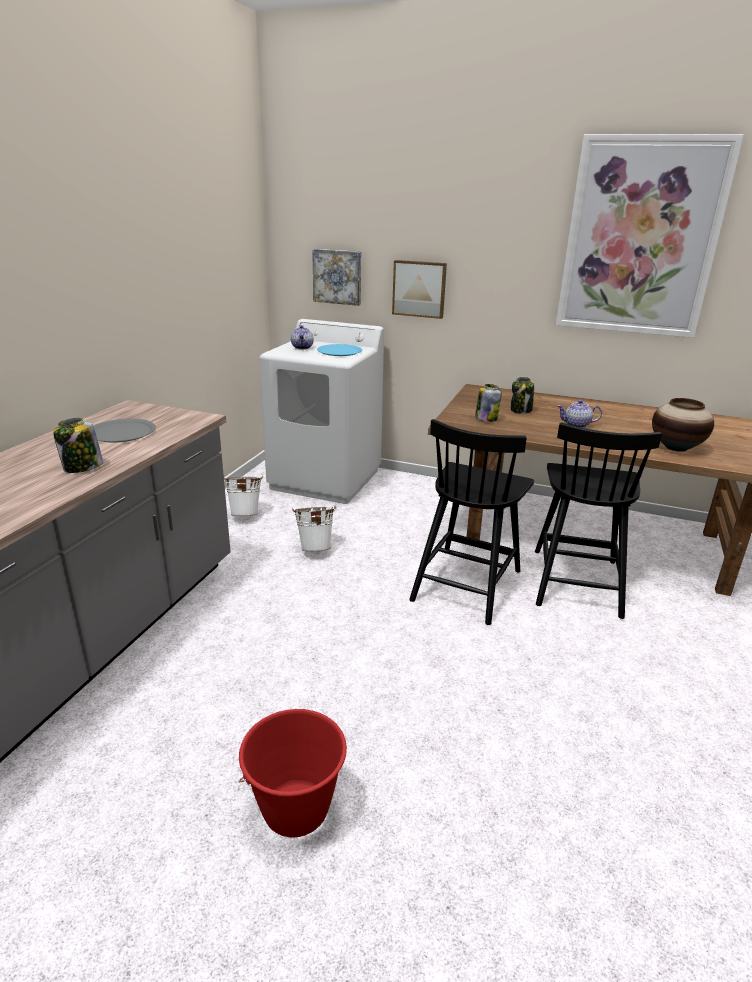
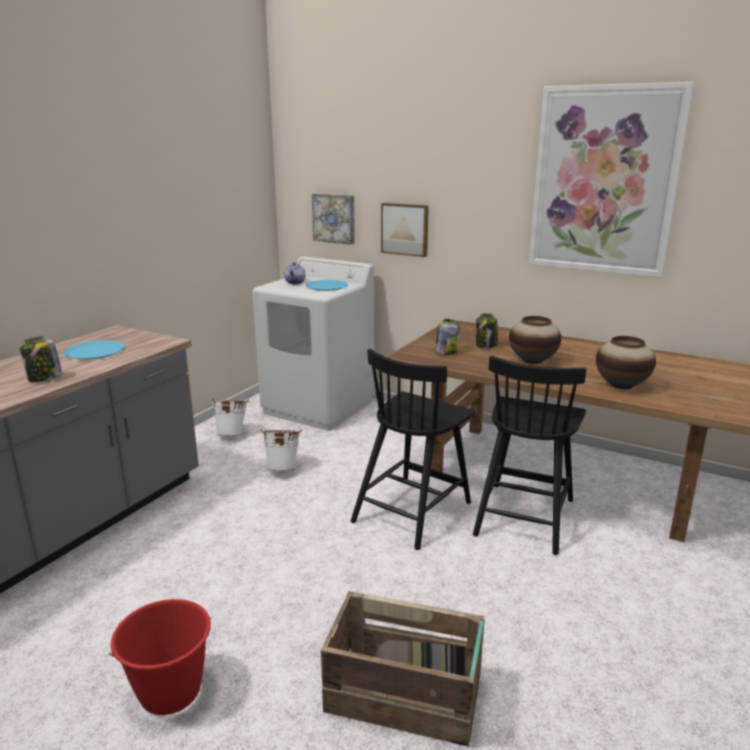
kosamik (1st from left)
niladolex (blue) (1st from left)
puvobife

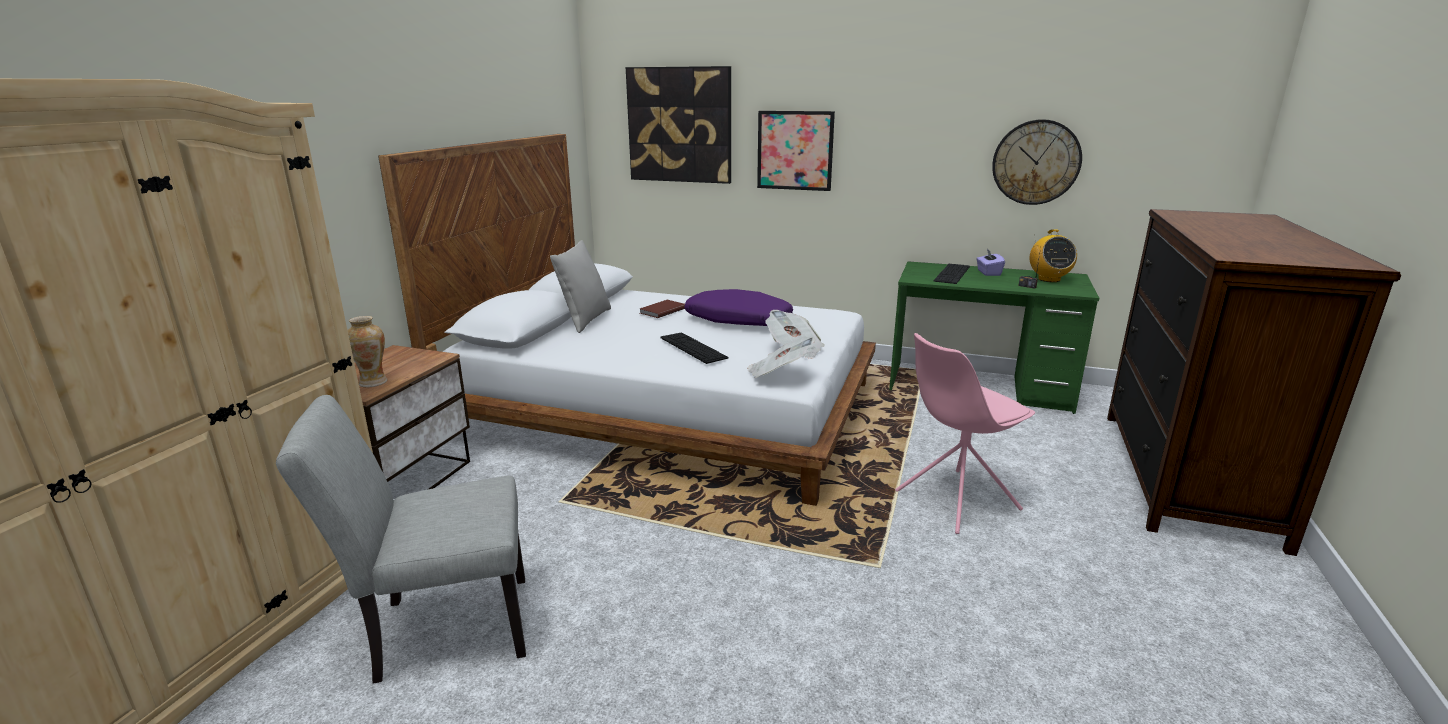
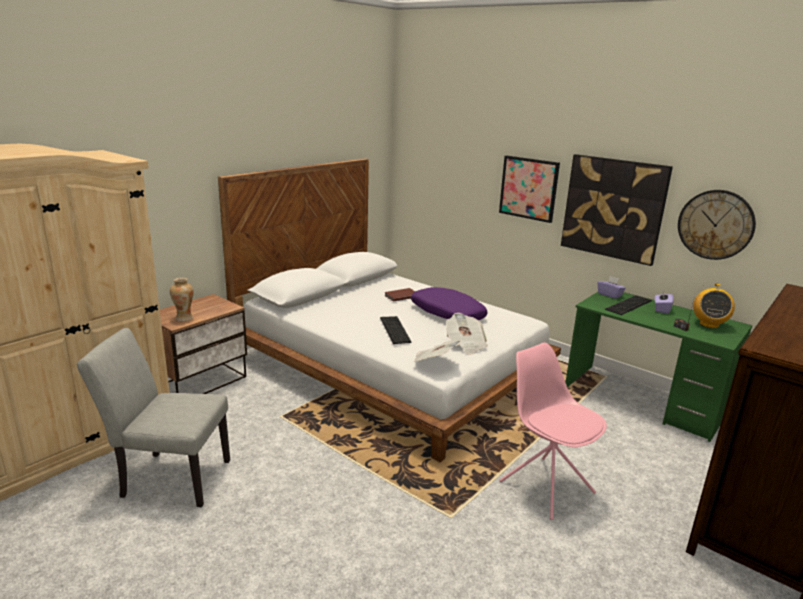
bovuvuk (2nd from left)
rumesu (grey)
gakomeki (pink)
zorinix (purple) (1st from left)

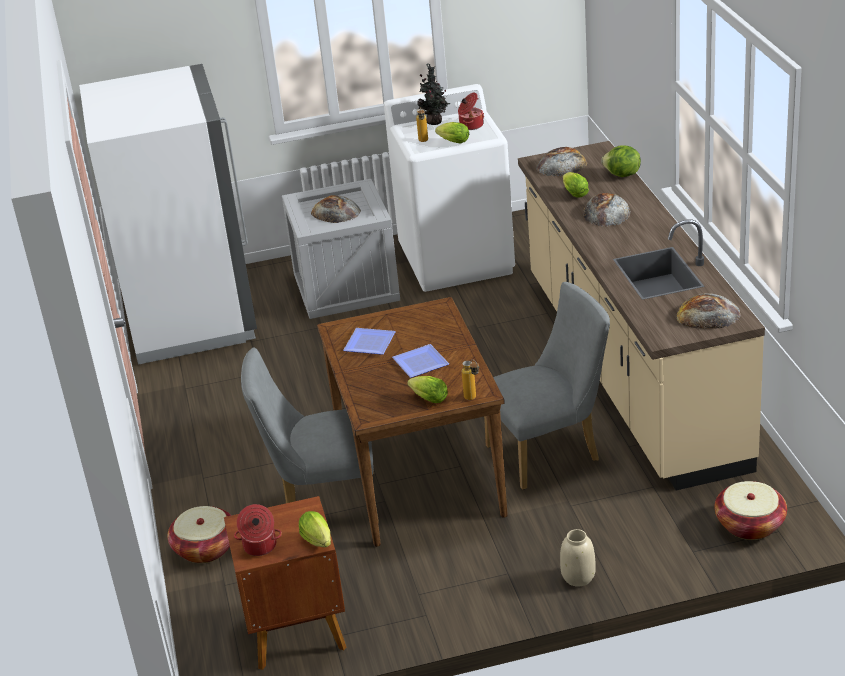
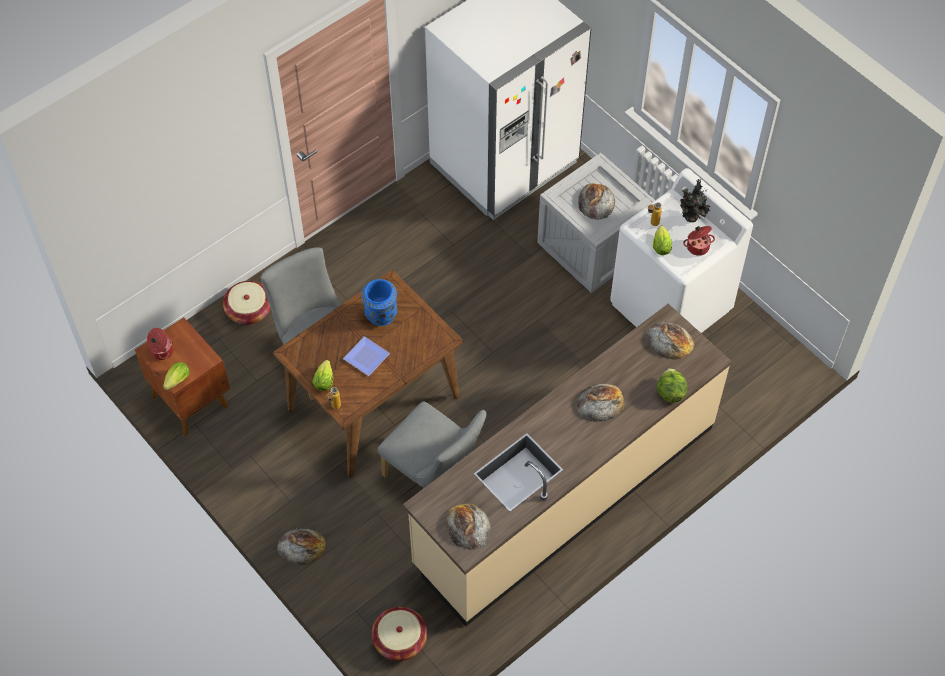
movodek (4th from left in the first image)
kosamik (blue)
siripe (1st from left)

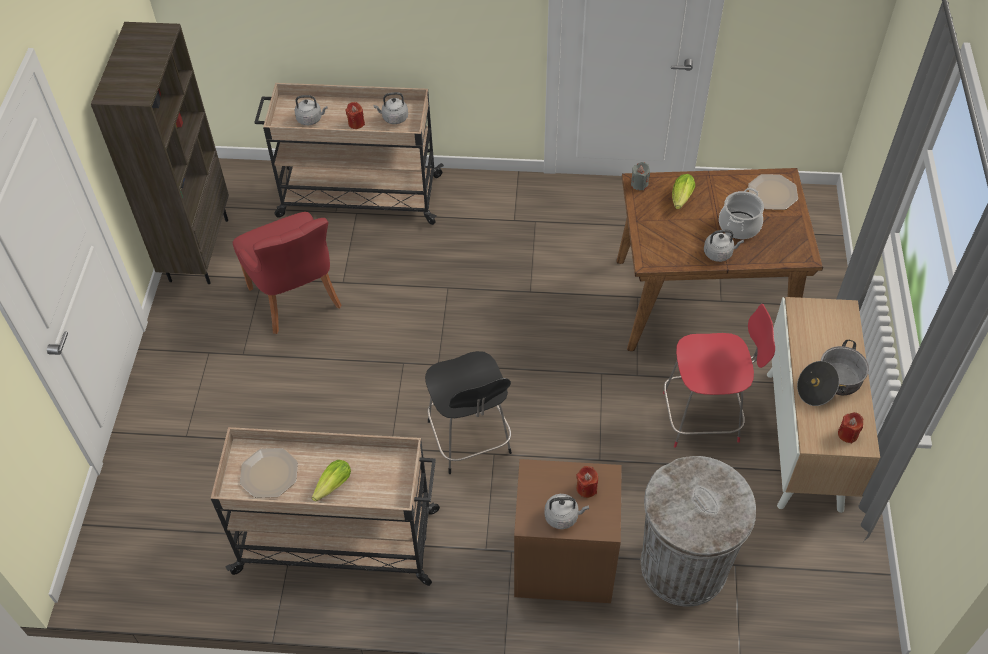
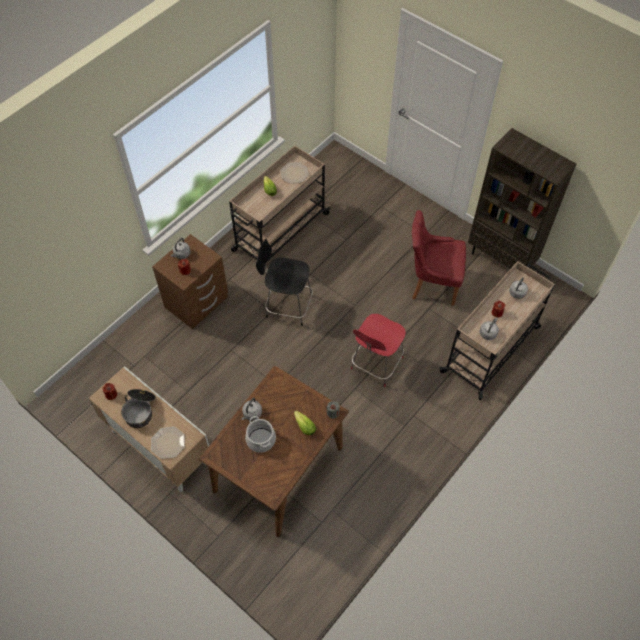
niladolex (1st from left)
gakomeki (red) (1st from left)
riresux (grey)

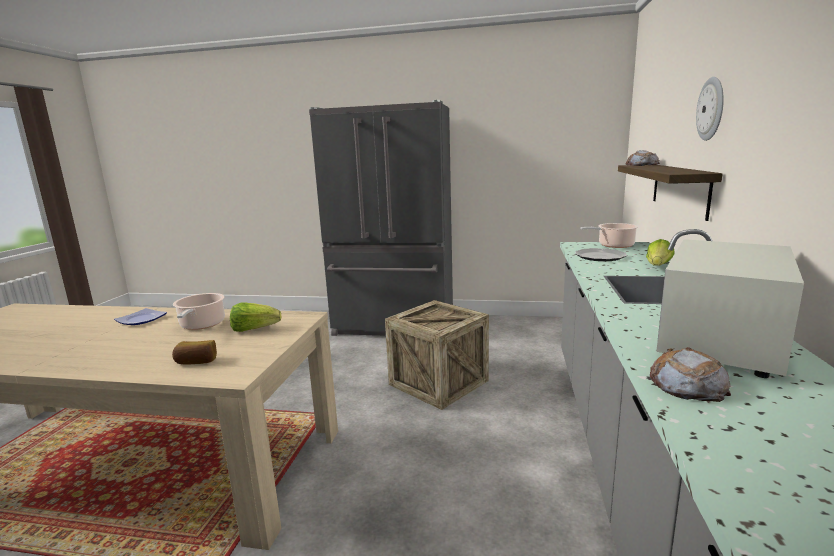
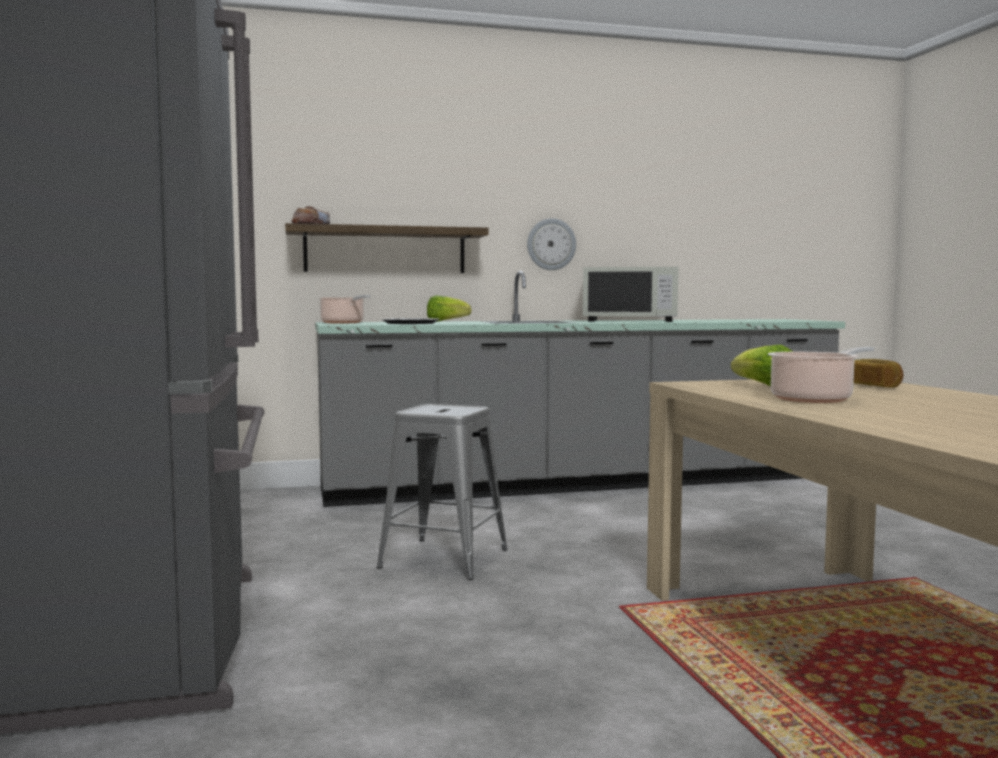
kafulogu
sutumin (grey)
niladolex (1st from left in the first image)
siripe (3rd from left in the first image)

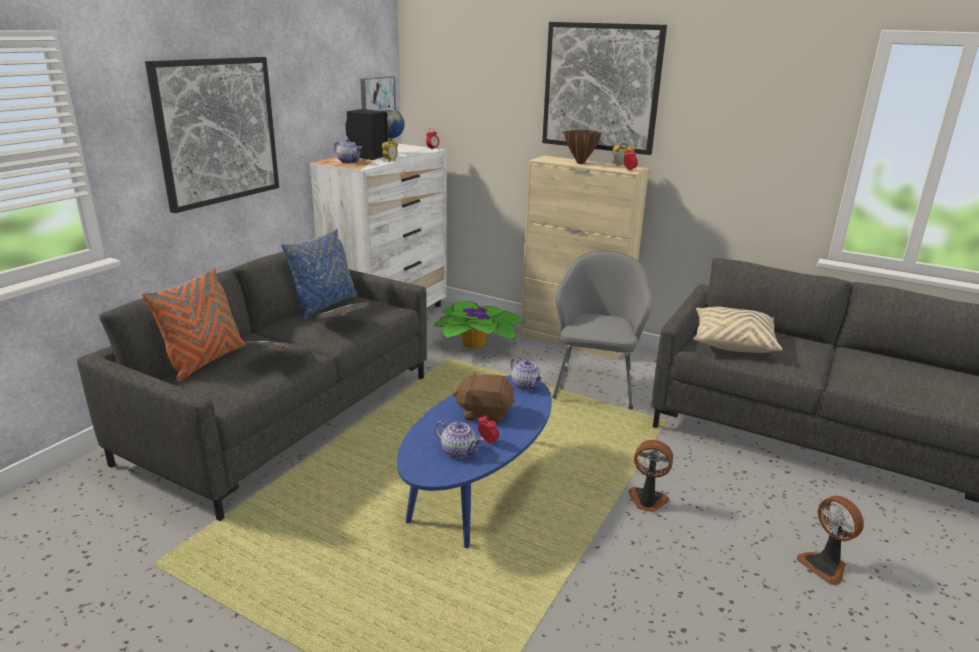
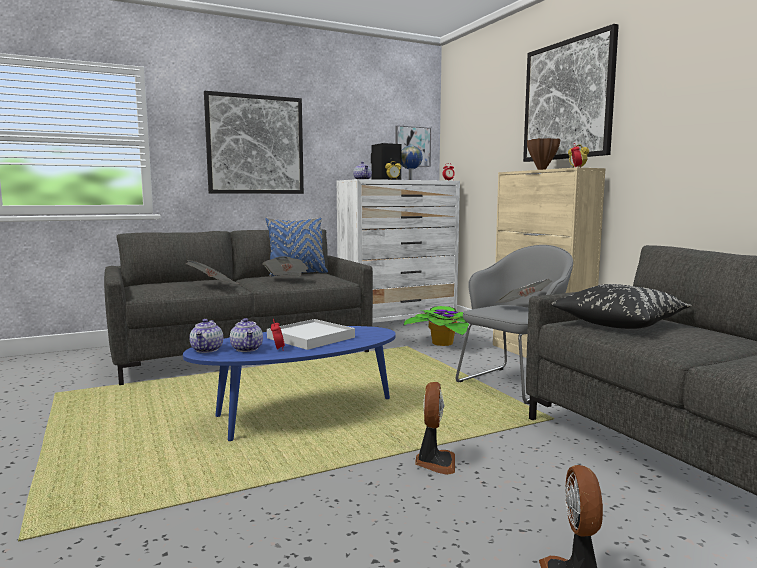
rumesu (orange)
rumesu (black)
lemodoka (1st from left)
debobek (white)
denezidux (1st from left)
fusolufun (3rd from left)

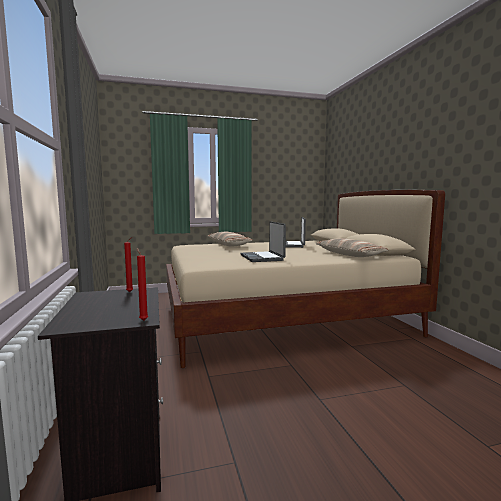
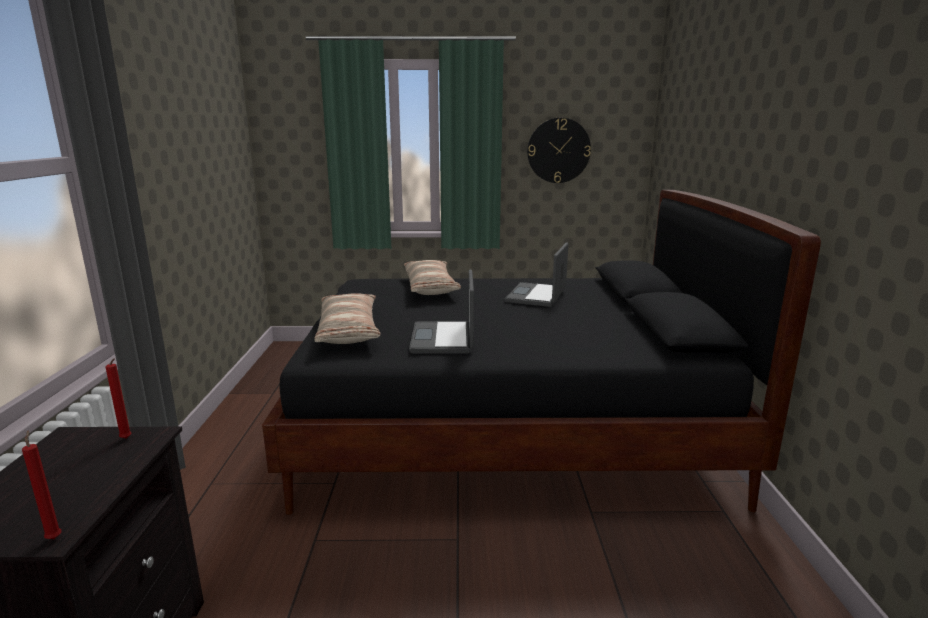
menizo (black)
rumesu (1st from left)
kafulogu

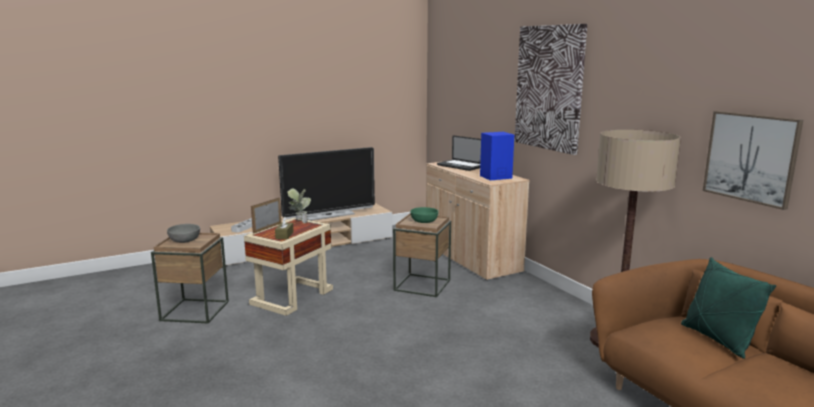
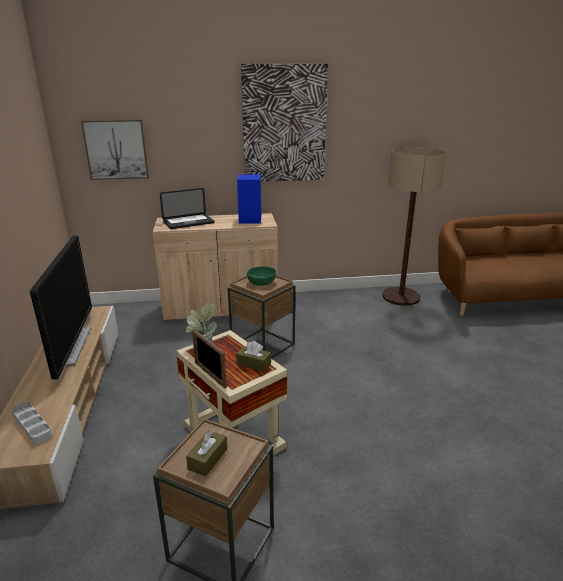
bovuvuk (1st from left)
zorinix (brown) (1st from left)
rumesu (green)

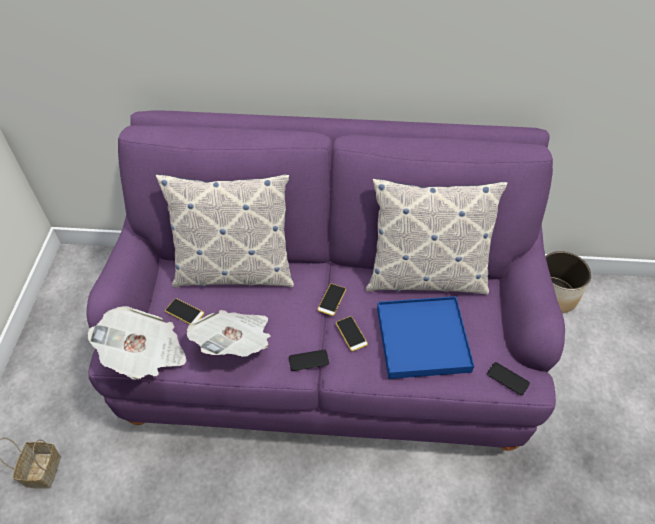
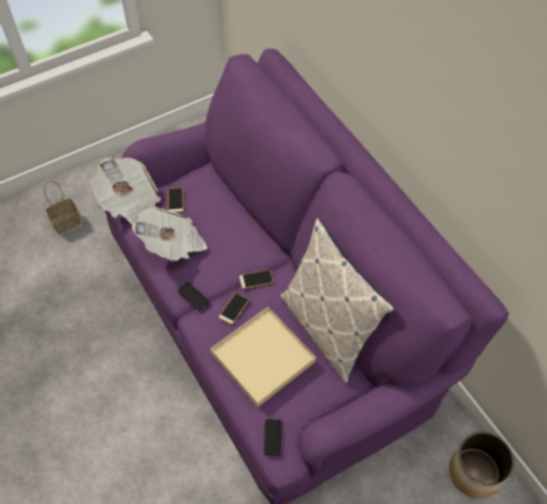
rumesu (1st from left in the first image)
debobek (beige)

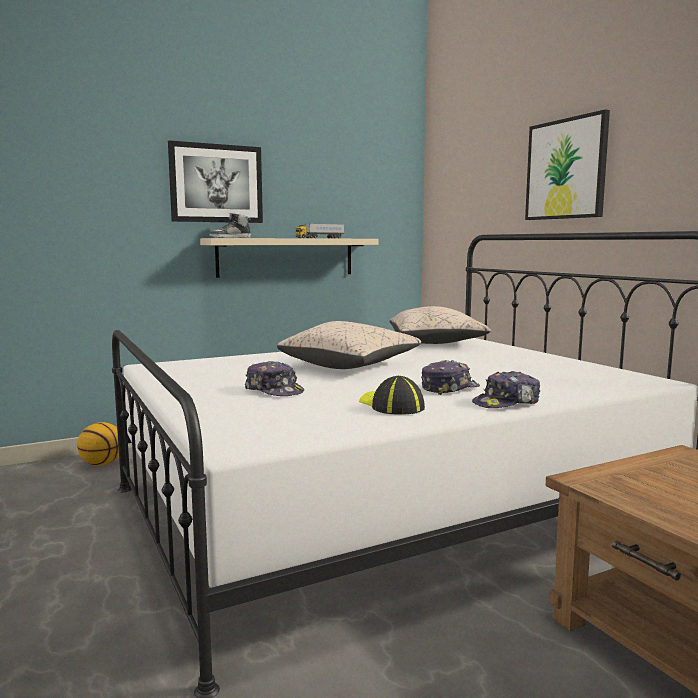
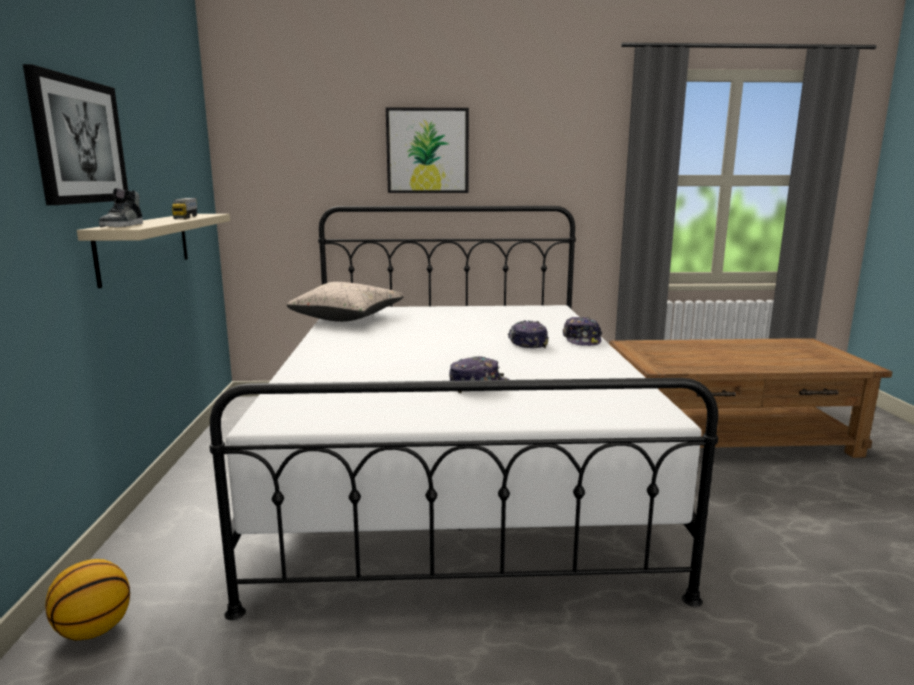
rumesu (beige) (1st from left in the first image)
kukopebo (2nd from left in the first image)

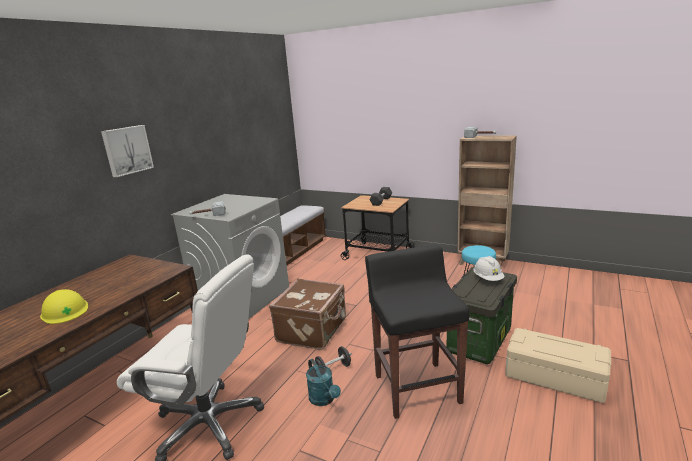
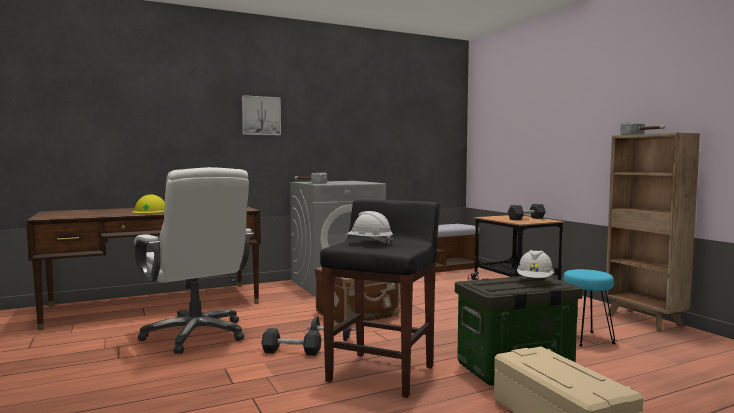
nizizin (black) (1st from left)
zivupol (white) (1st from left)

